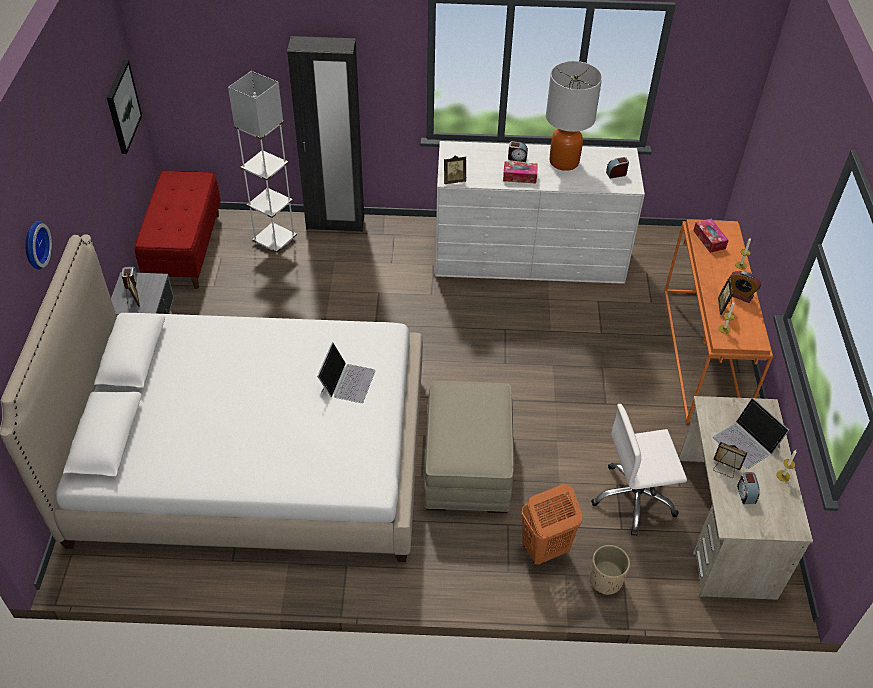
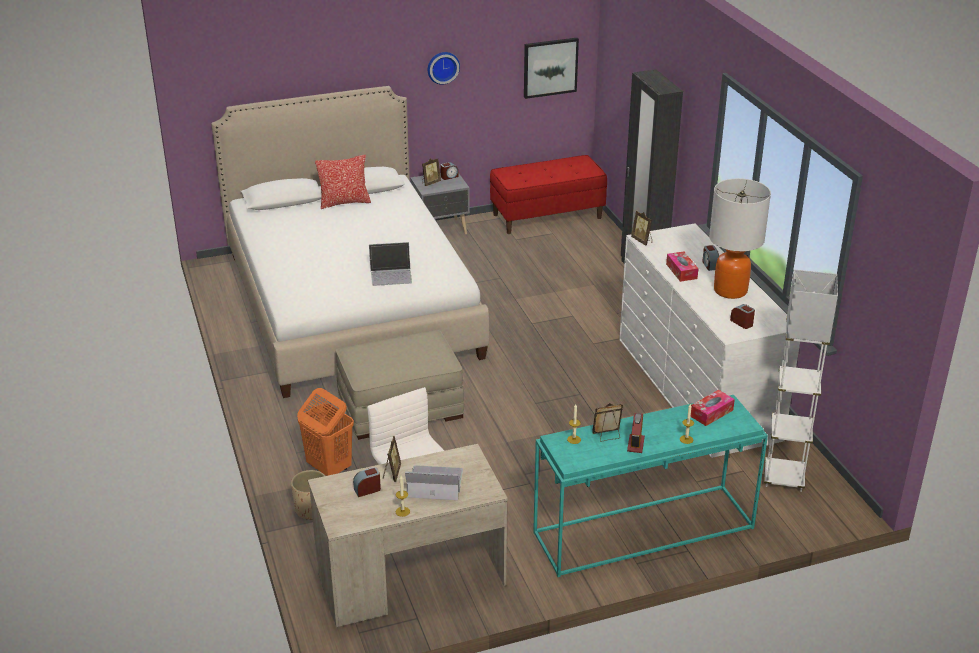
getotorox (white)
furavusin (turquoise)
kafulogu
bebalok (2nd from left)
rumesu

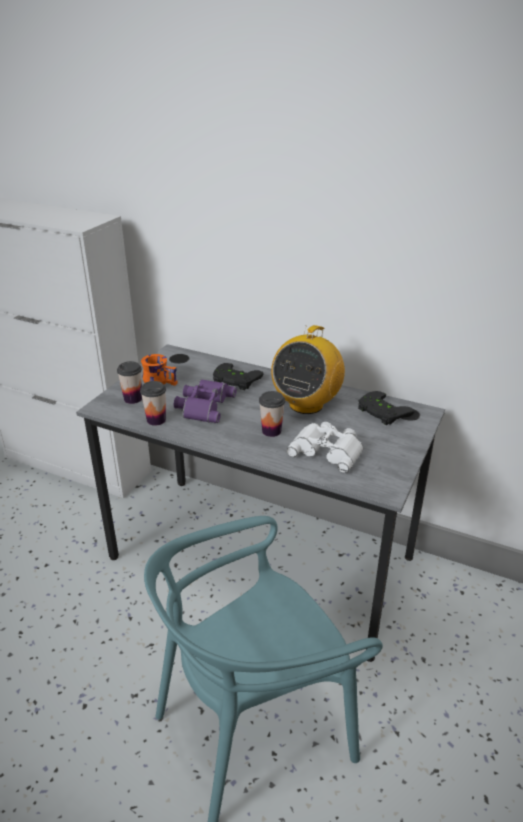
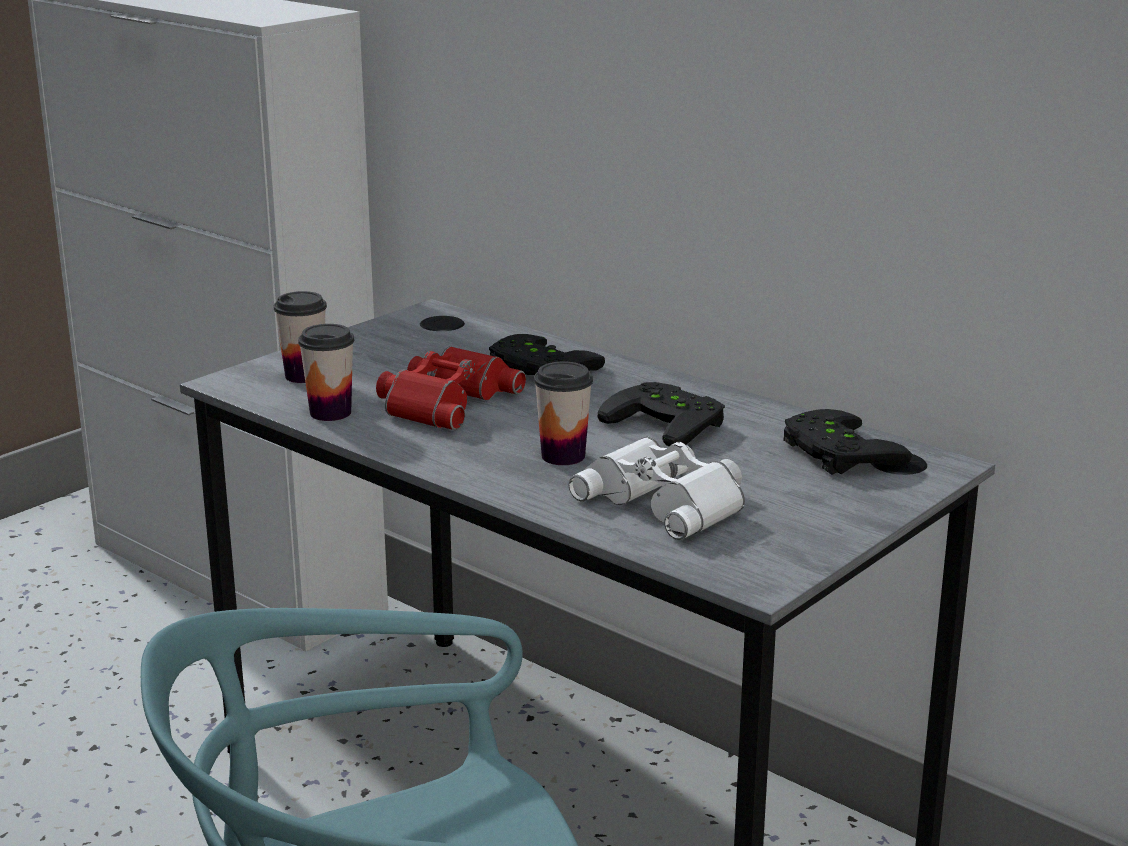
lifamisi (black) (2nd from left)
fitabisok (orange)
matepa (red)

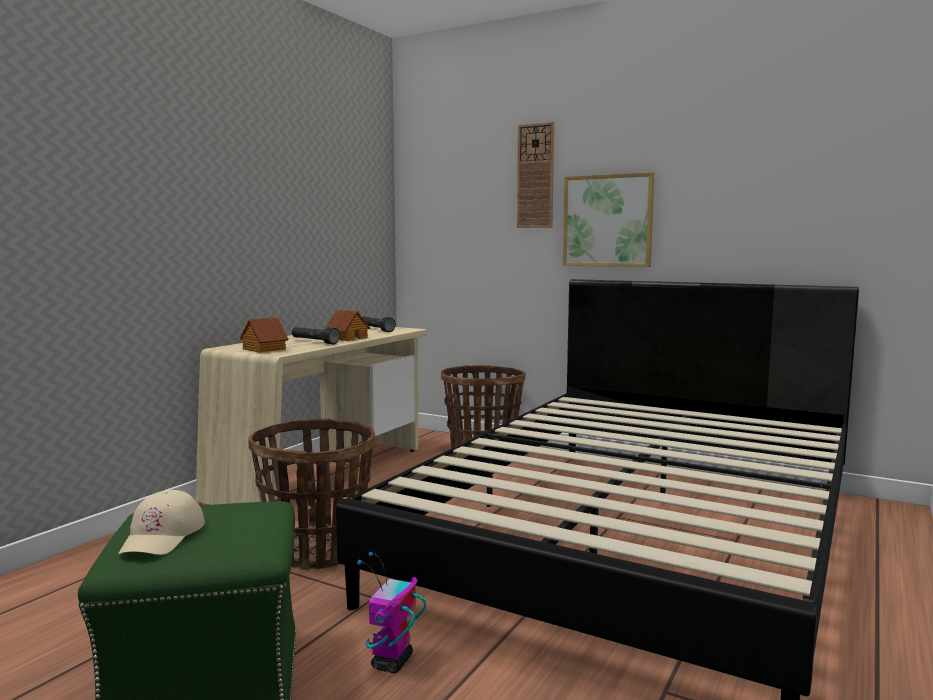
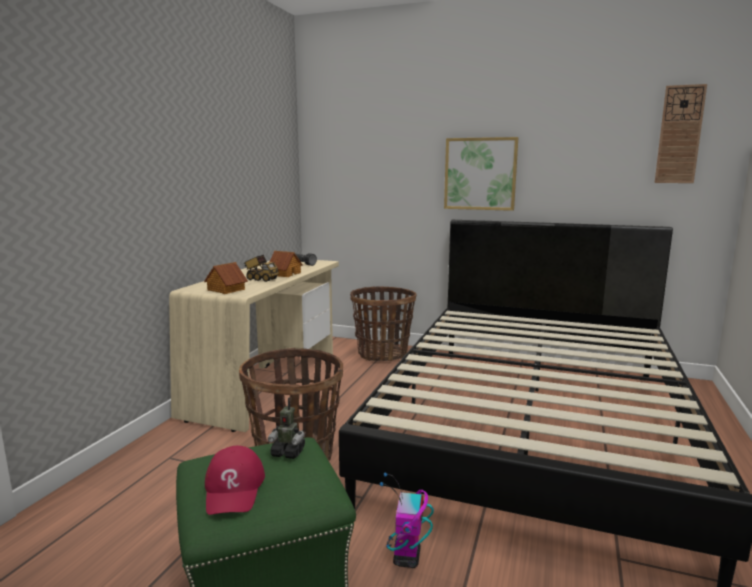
kafulogu
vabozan
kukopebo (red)
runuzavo (1st from left)

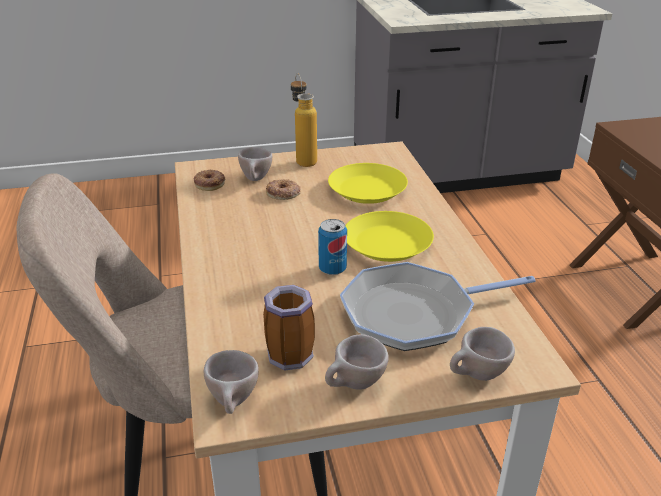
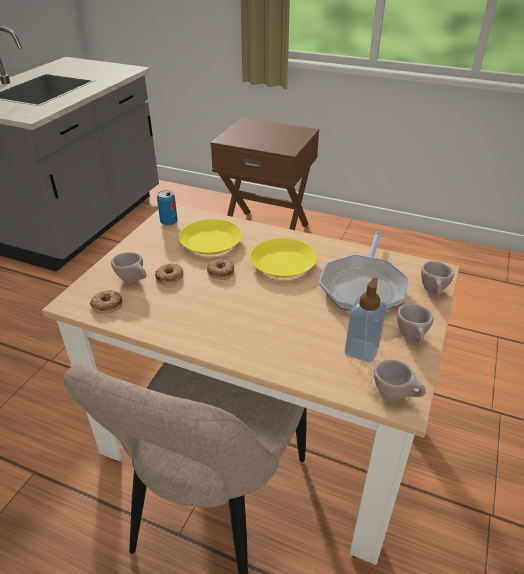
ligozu
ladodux
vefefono
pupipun (3rd from left)

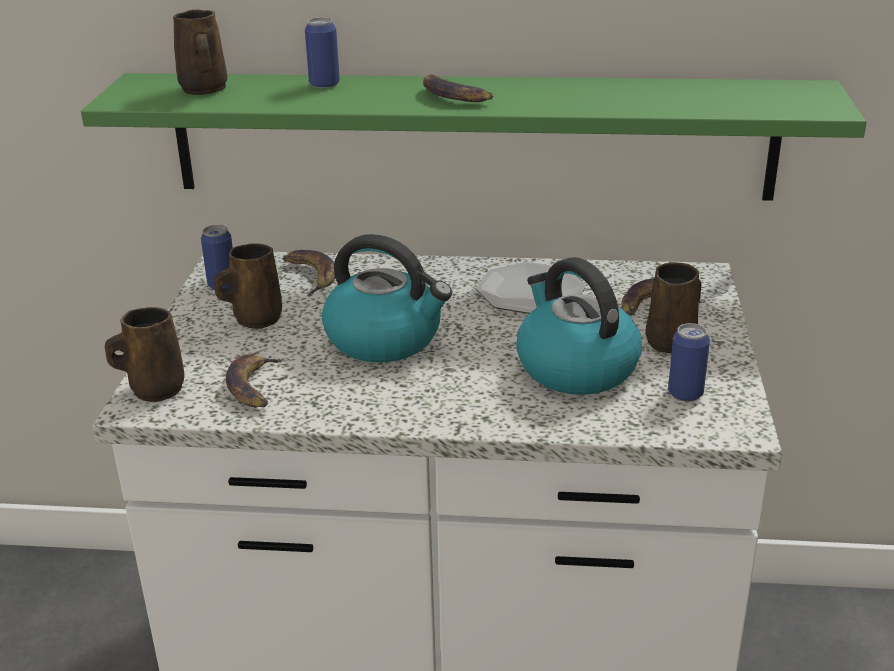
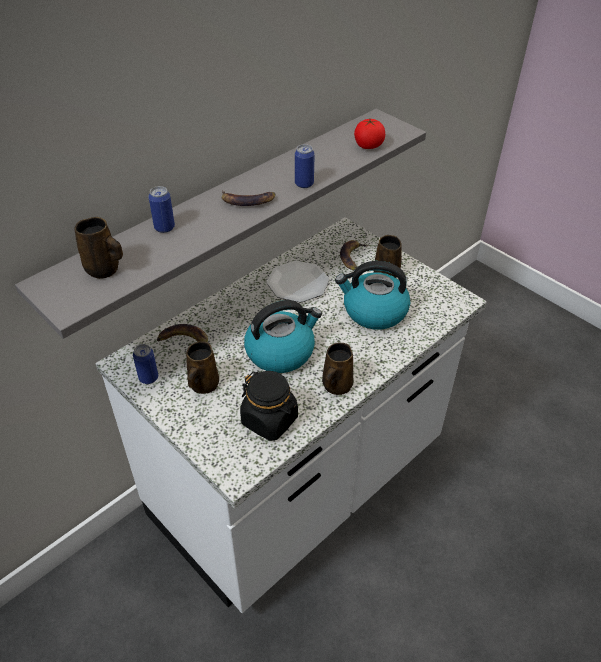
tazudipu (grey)
fitabisok (brown) (3rd from left)
ladodux (3rd from left)
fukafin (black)
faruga

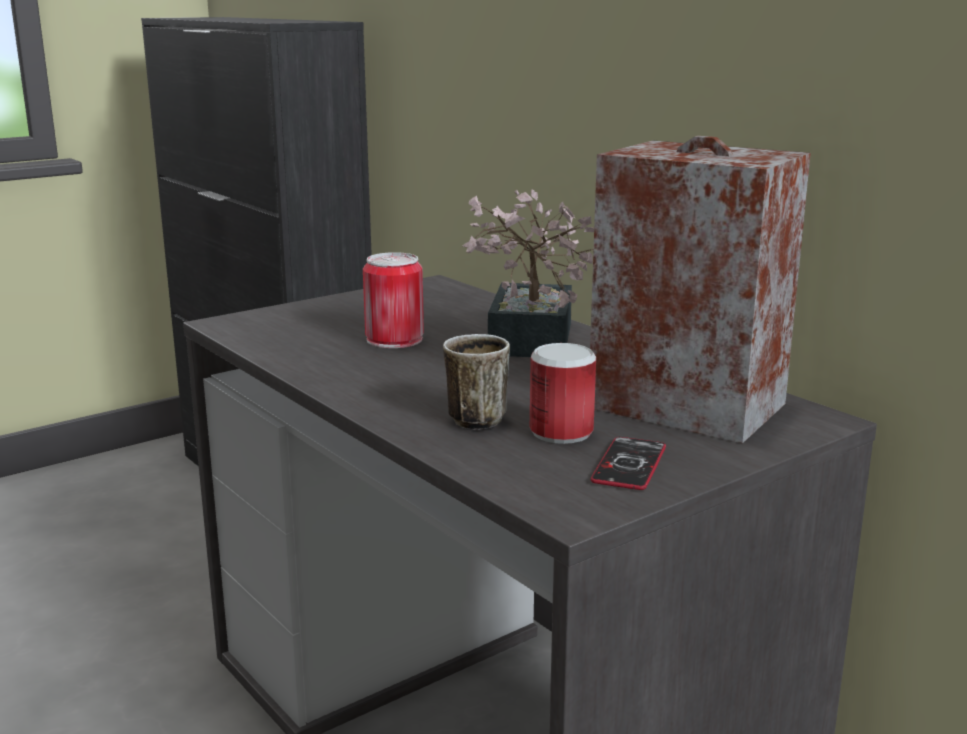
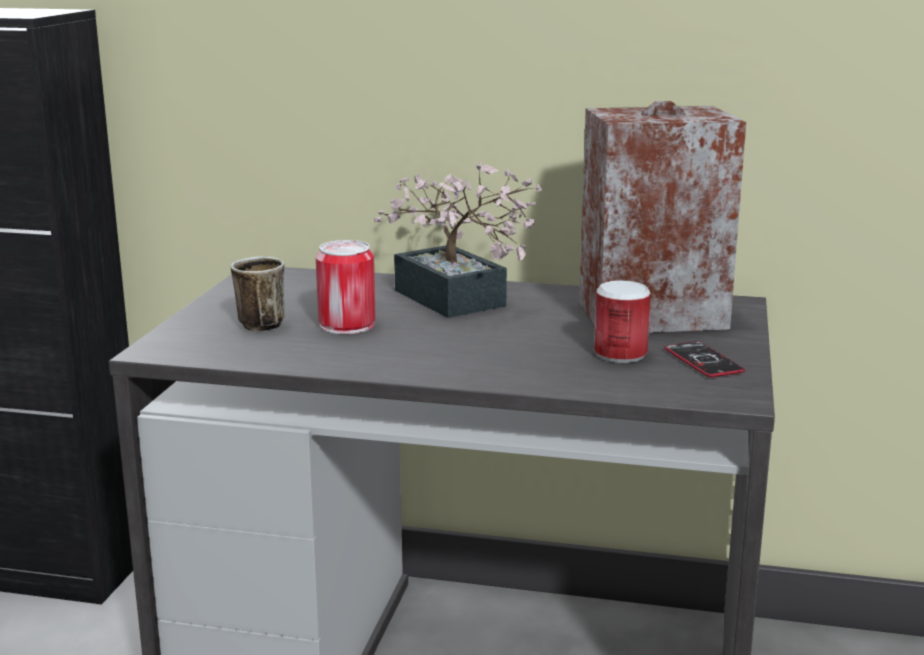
fitabisok

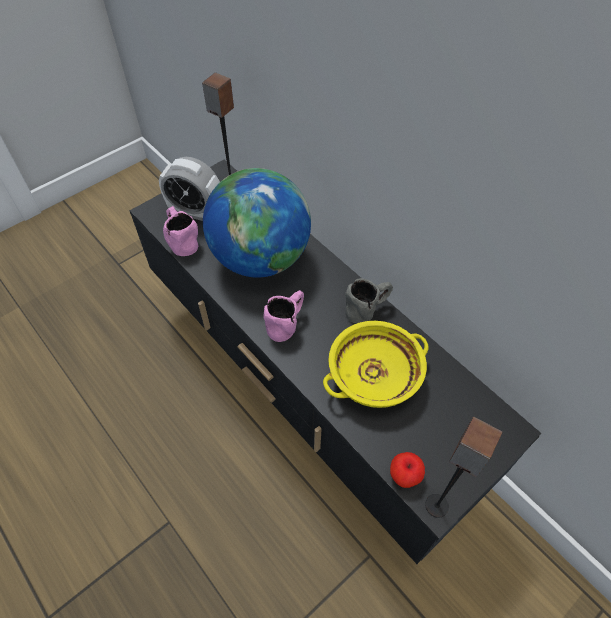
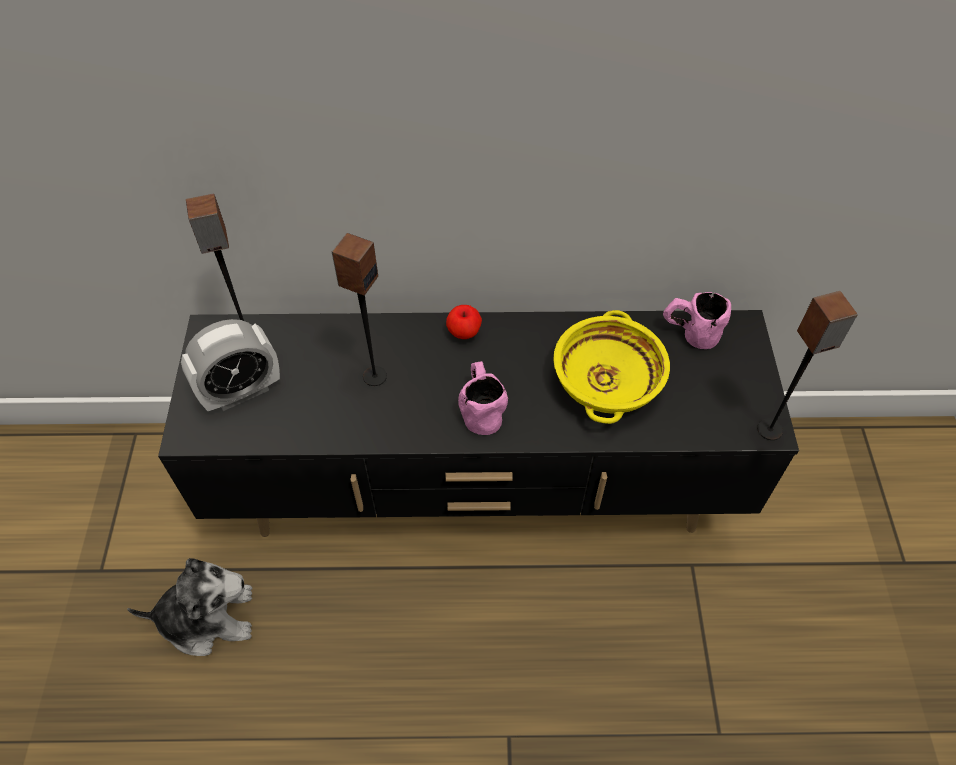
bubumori (2nd from left)
fitabisok (pink) (2nd from left)
fitabisok (grey)
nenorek
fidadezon

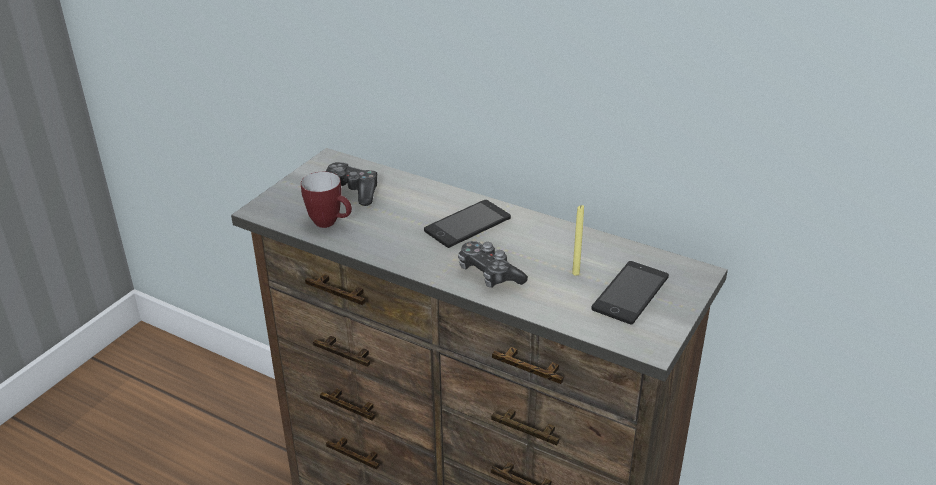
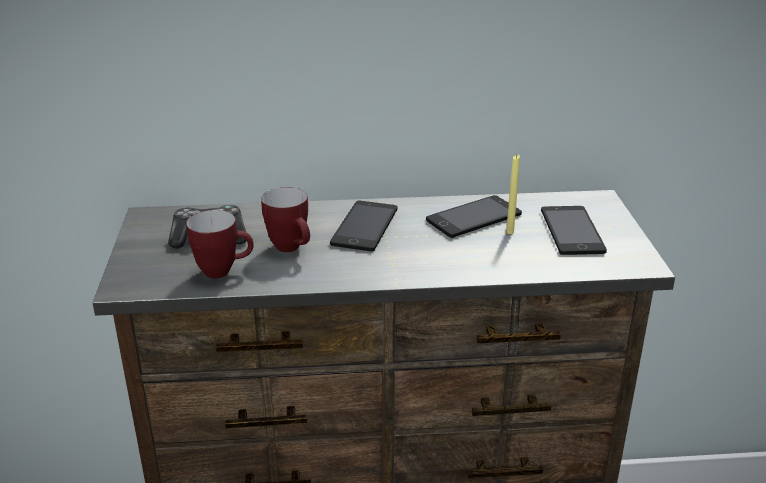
lifamisi (2nd from left in the first image)
fitabisok (2nd from left)
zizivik (2nd from left)

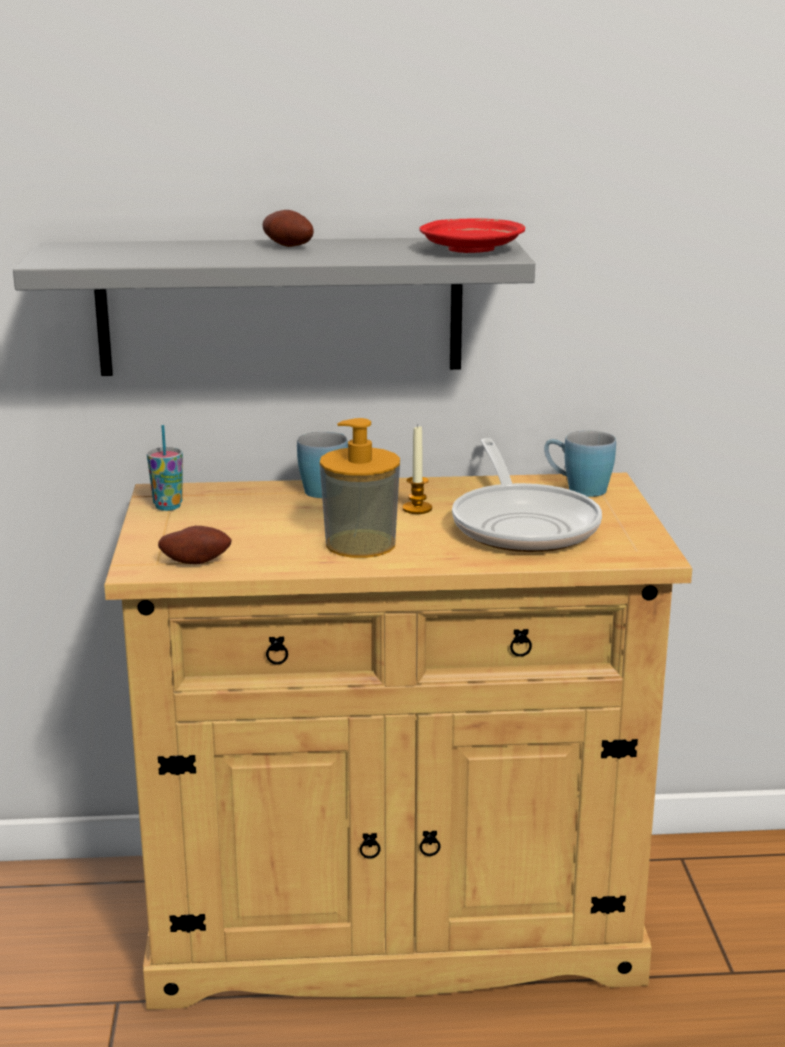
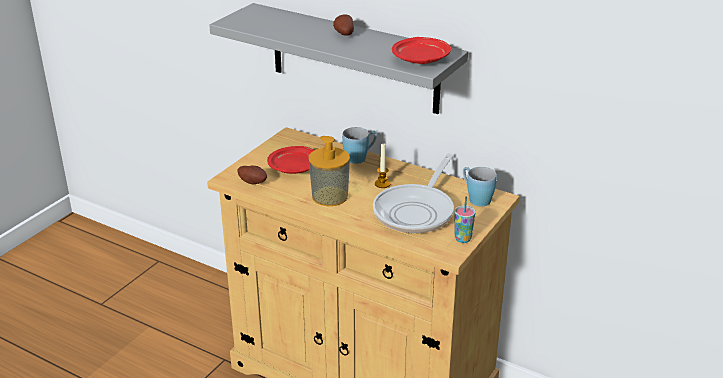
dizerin
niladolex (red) (1st from left)

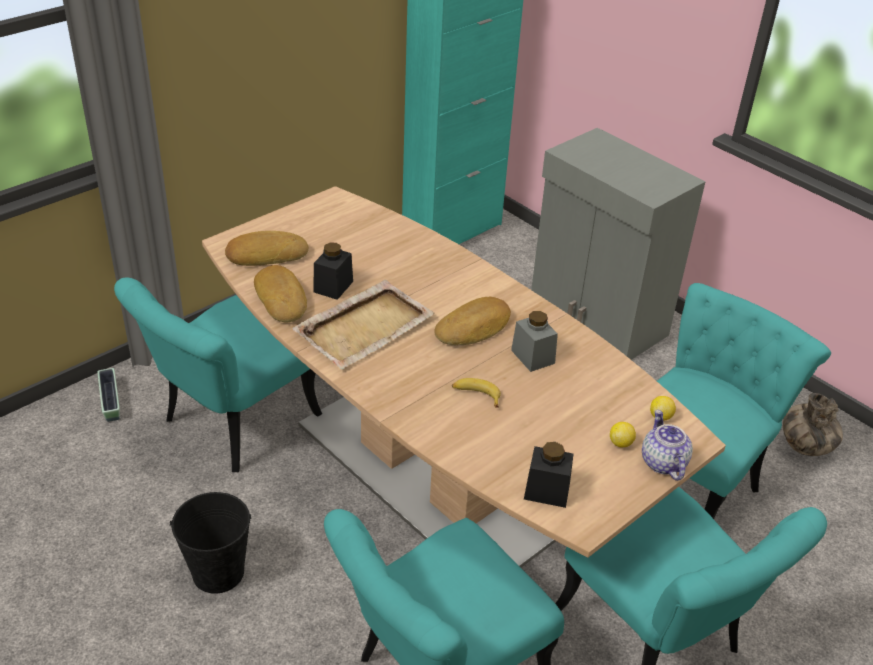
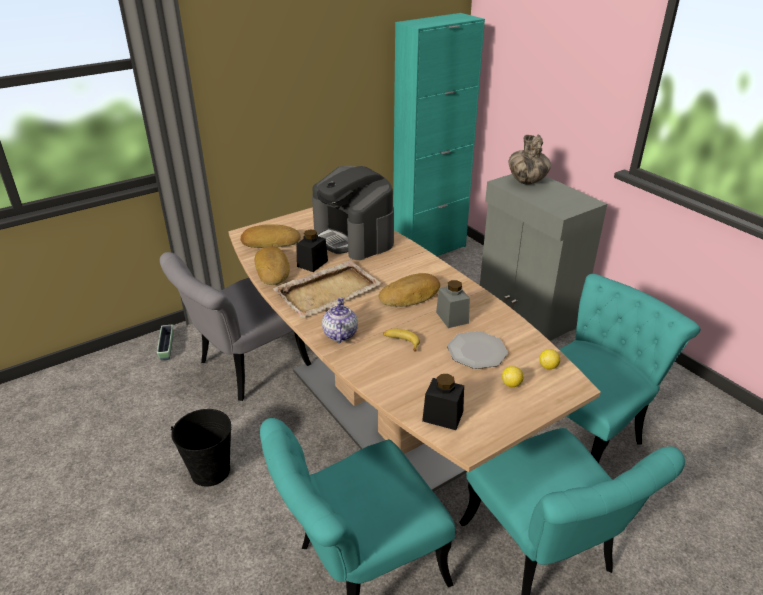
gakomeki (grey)
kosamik
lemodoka
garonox
niladolex

